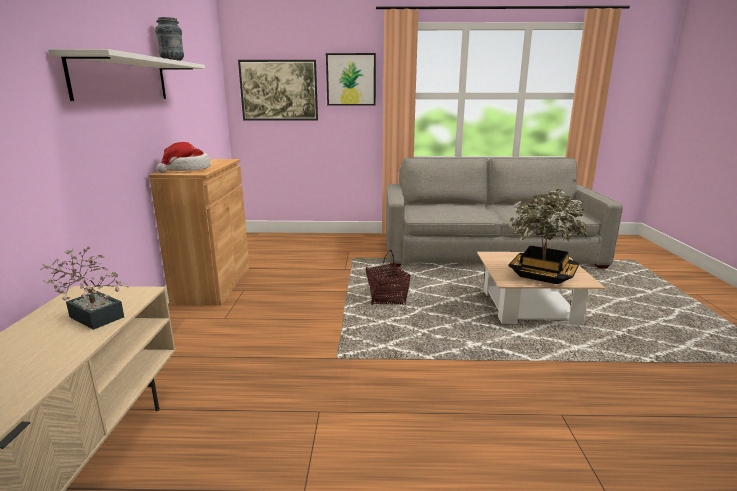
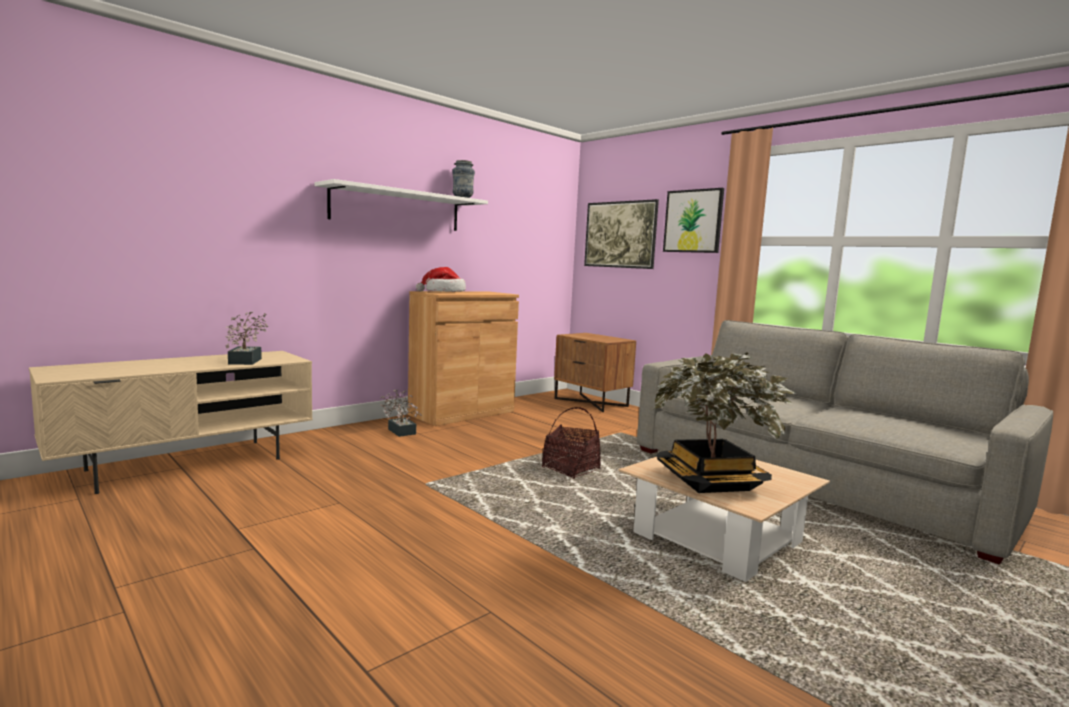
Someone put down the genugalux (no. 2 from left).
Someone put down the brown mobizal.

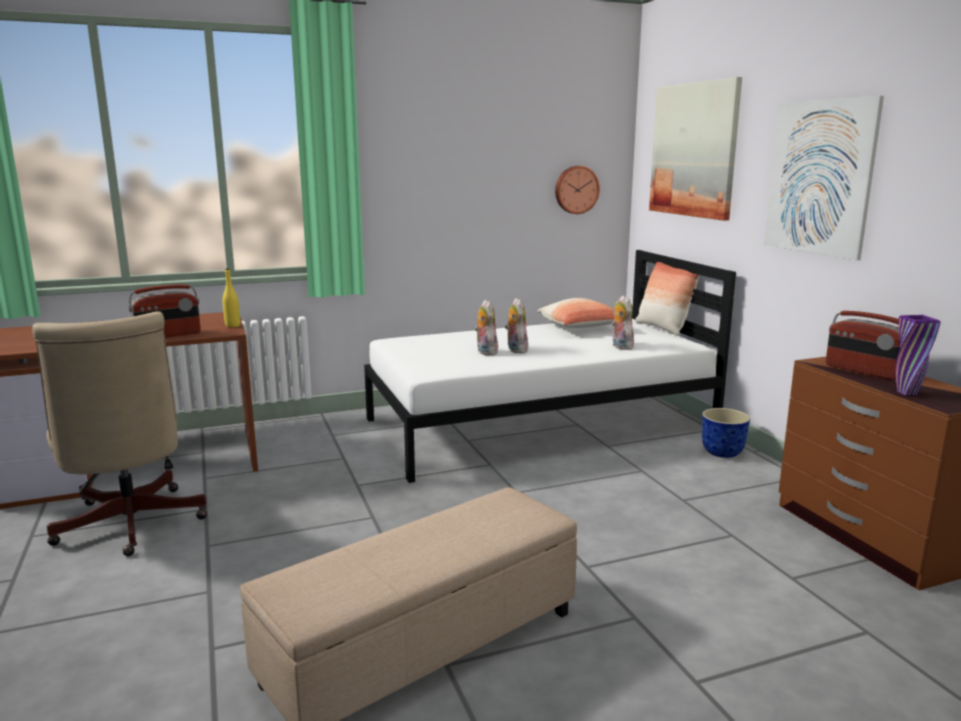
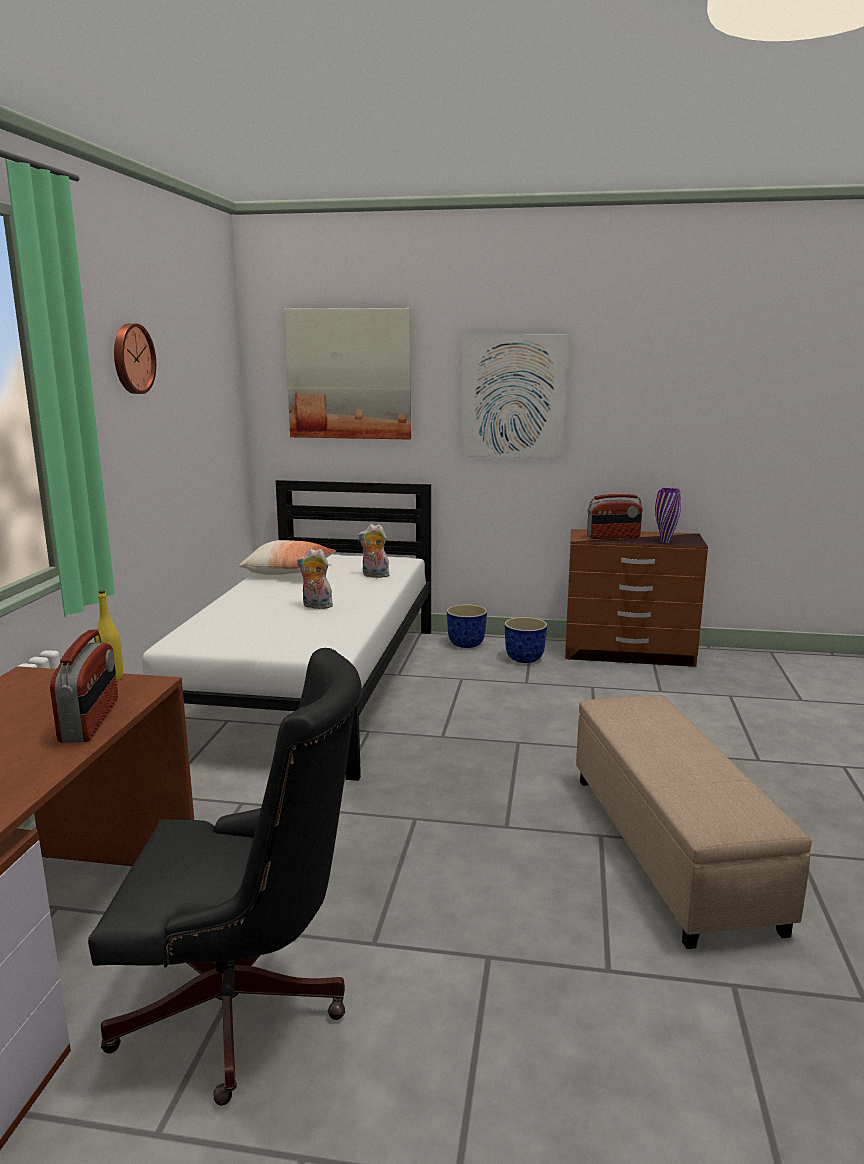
Someone repainted the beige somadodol, which became the black somadodol.
Someone carried the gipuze.
Someone put down the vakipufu (no. 2 from left).
Someone took away the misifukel (no. 1 from left).
Someone took away the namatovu (no. 2 from left).

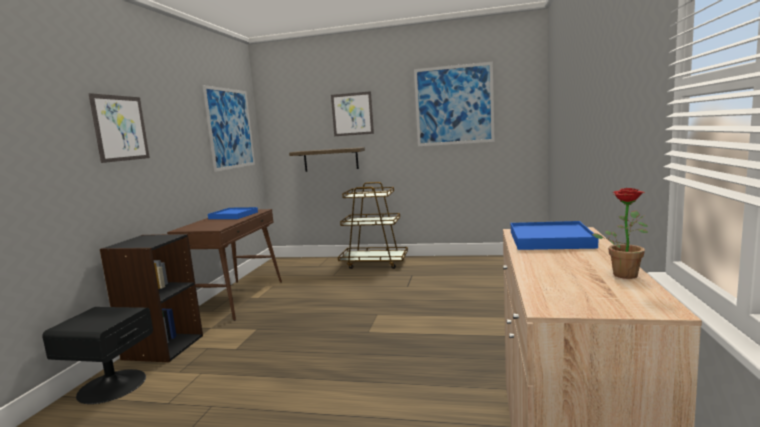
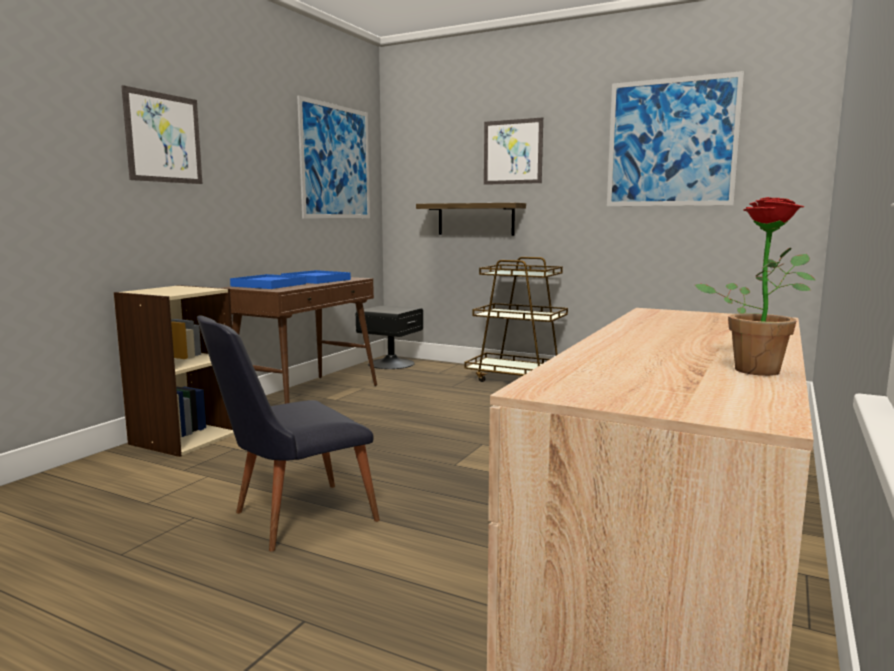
Someone repainted the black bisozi, which became the beige bisozi.
Someone put down the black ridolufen.
Someone carried the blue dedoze (no. 2 from left in the first image).
Someone carried the black mobizal.

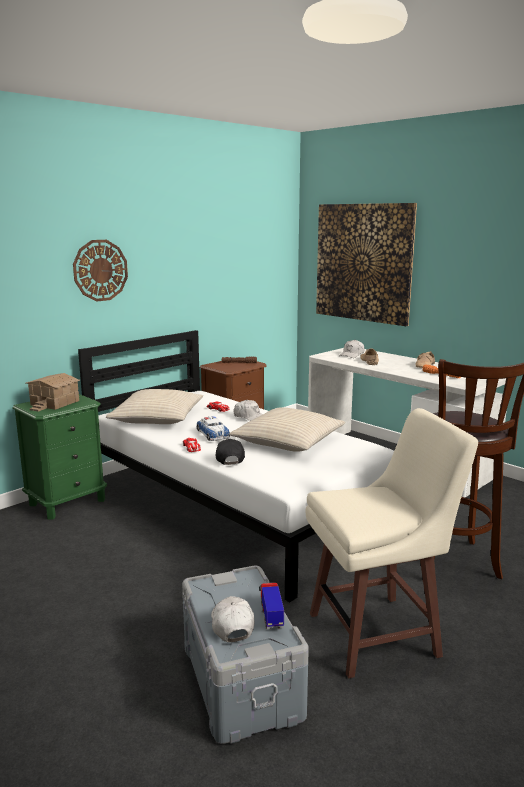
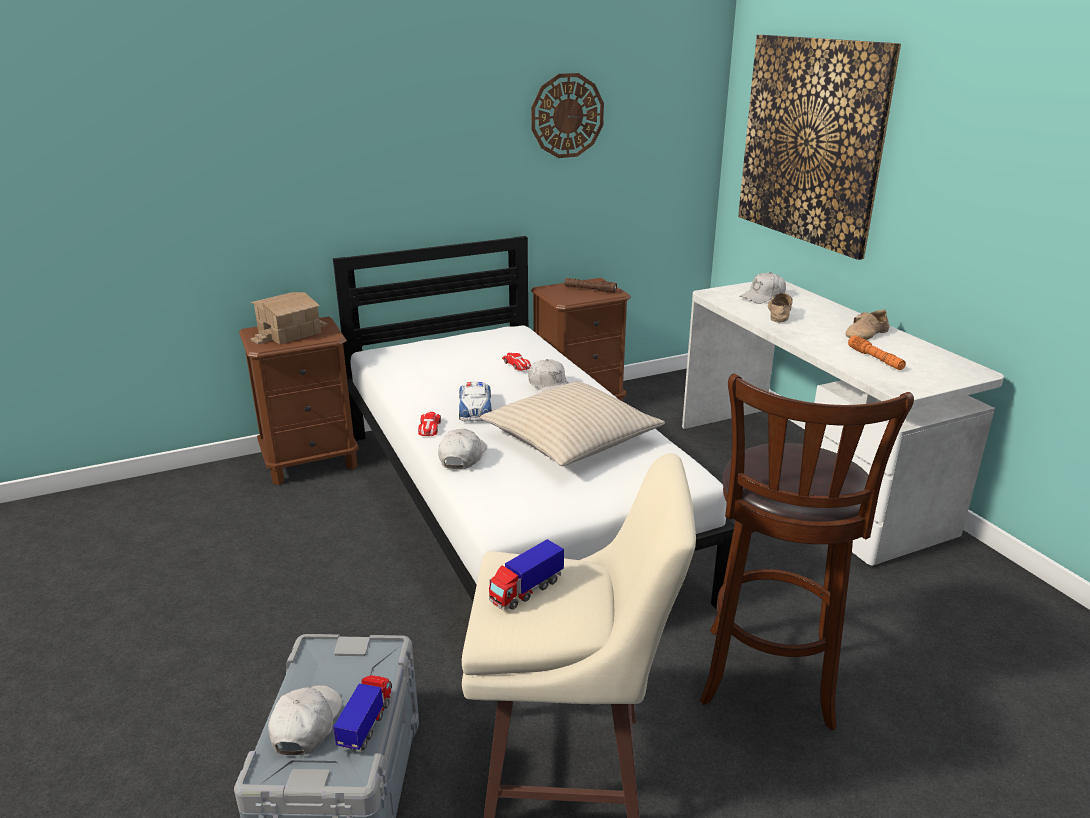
Someone repainted the green mobizal, which became the brown mobizal (no. 1 from left).
Someone repainted the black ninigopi, which became the white ninigopi (no. 2 from left).
Someone put down the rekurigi (no. 2 from left).
Someone carried the gipuze.
Someone took away the beige namatovu (no. 1 from left).

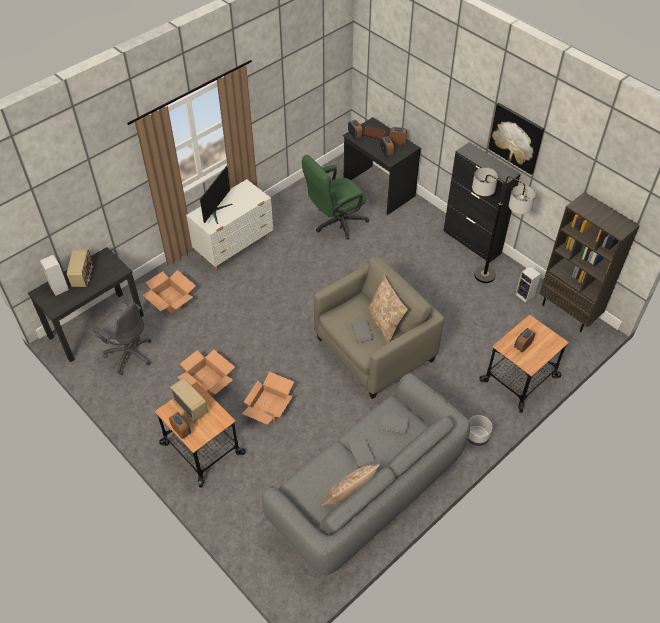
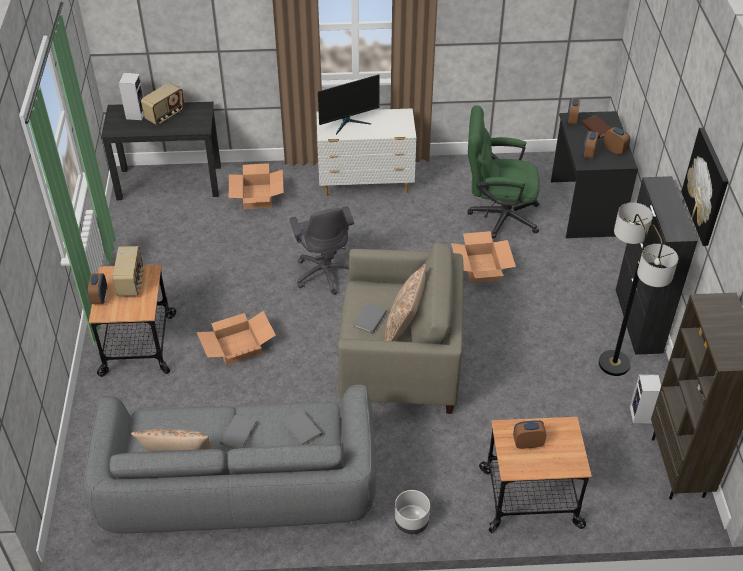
Someone carried the grey somadodol.
Someone carried the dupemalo (no. 2 from left in the first image).

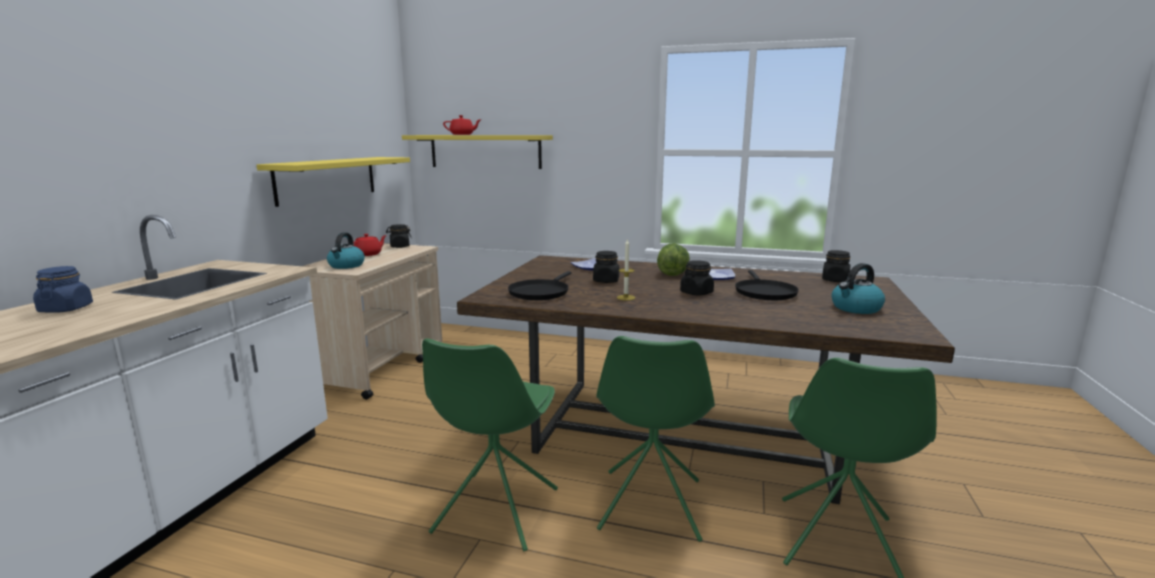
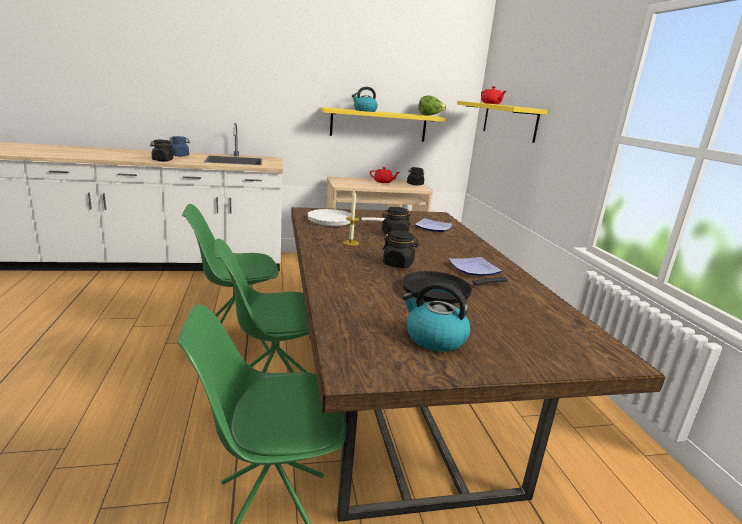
Someone carried the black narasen (no. 4 from left in the first image).
Someone repainted the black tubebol (no. 1 from left), which became the white tubebol.
Someone carried the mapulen (no. 1 from left).
Someone carried the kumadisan.

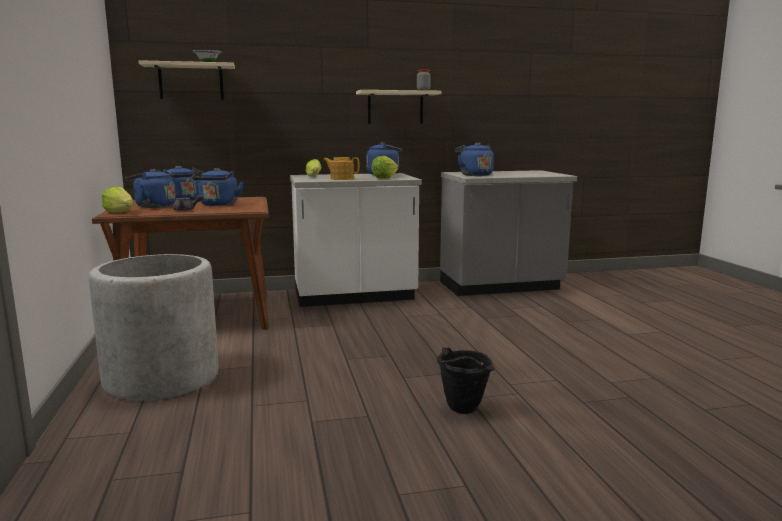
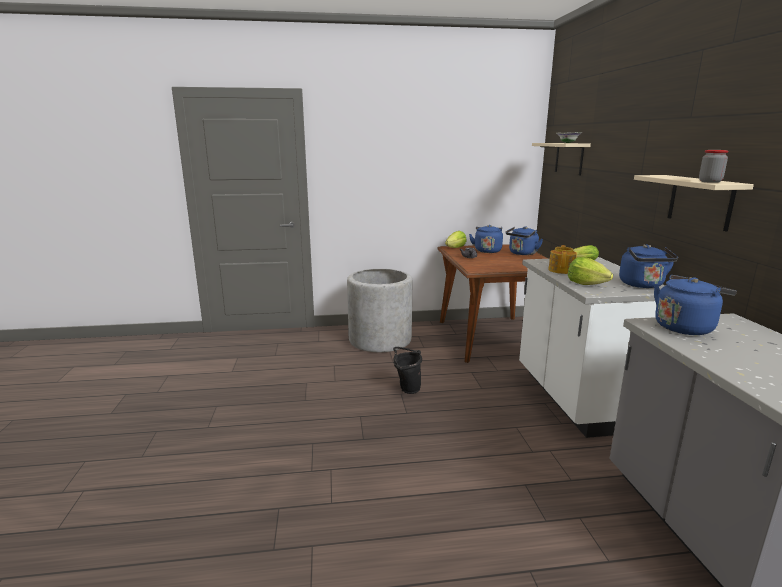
Someone carried the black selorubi.
Someone took away the blue mapulen (no. 3 from left).

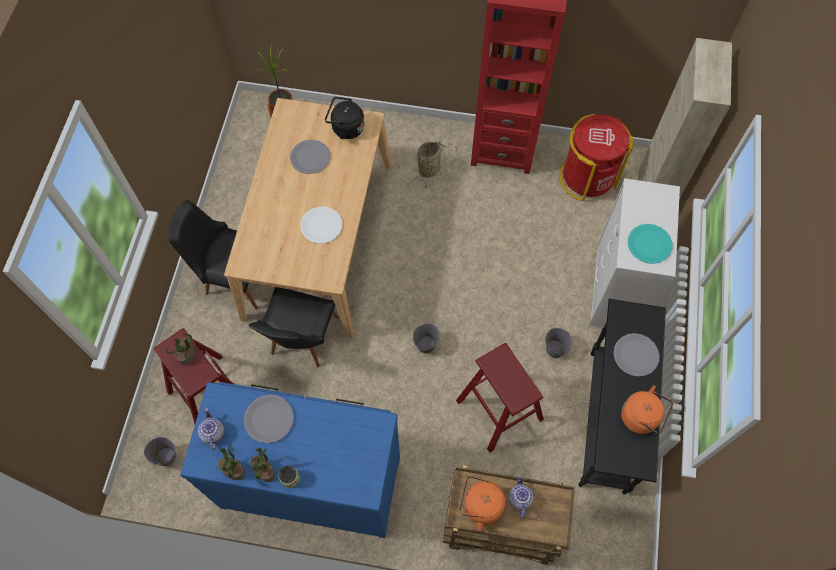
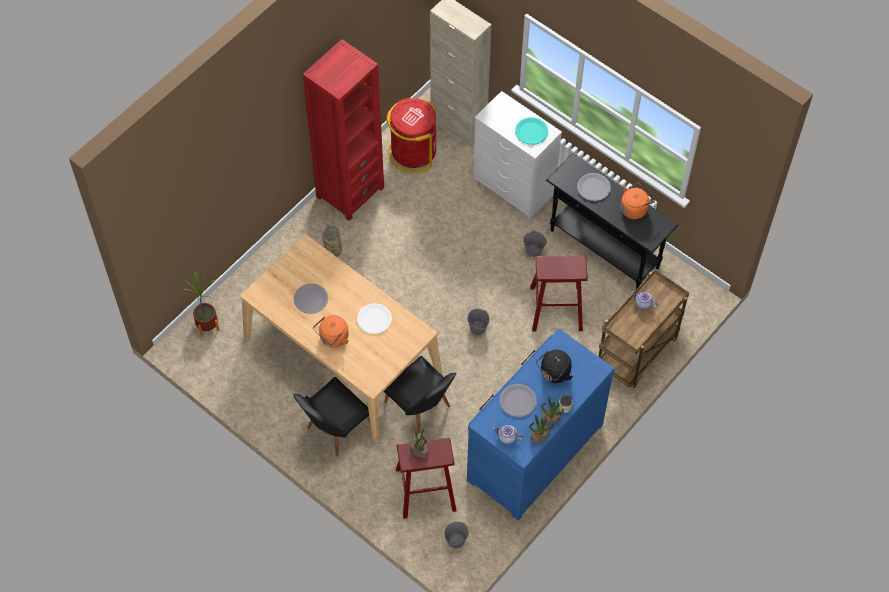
Someone carried the orange mapulen (no. 1 from left).
Someone carried the black mapulen.

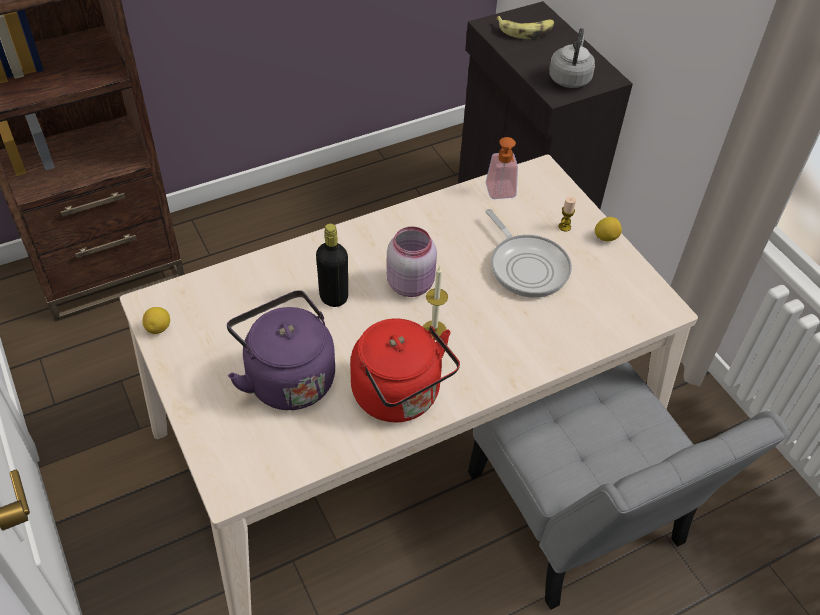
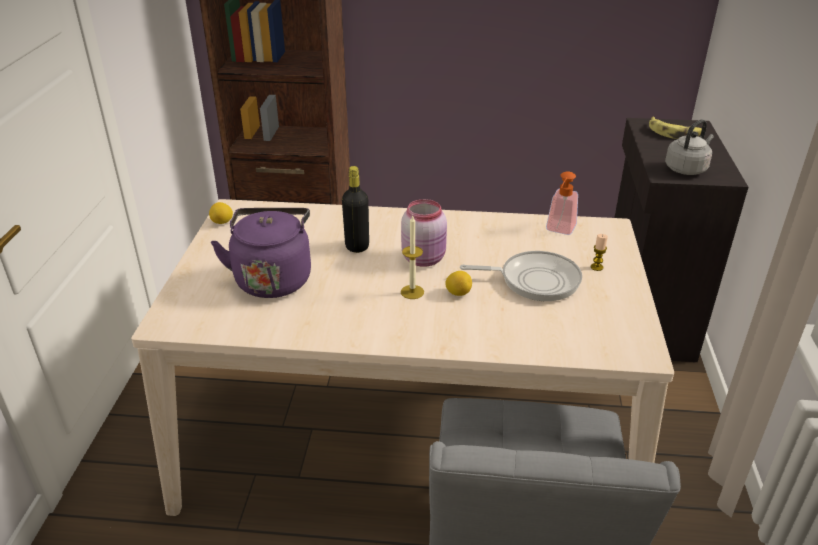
Someone carried the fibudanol (no. 2 from left).
Someone rotated the tubebol by 90 degrees counterclockwise.
Someone took away the red mapulen.

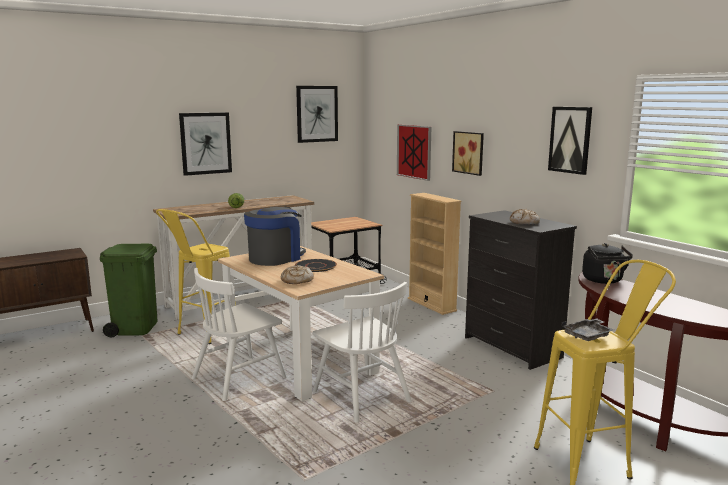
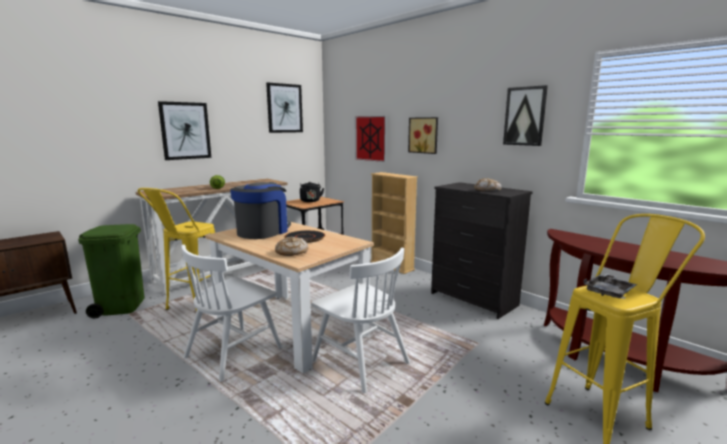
Someone carried the black mapulen.

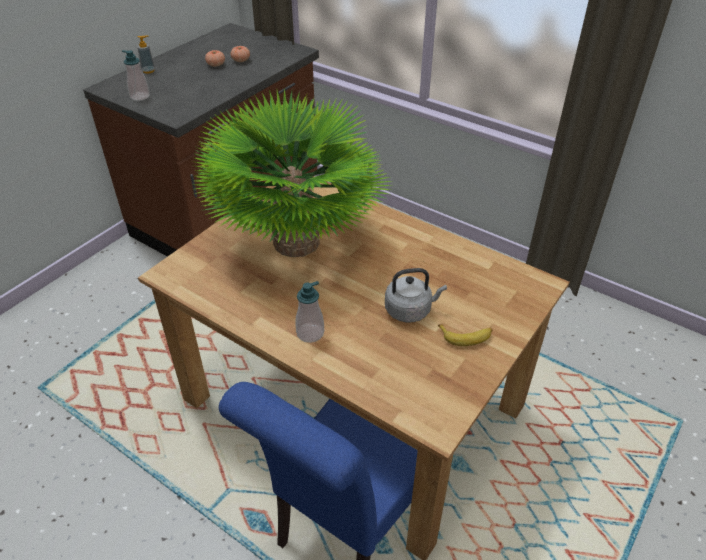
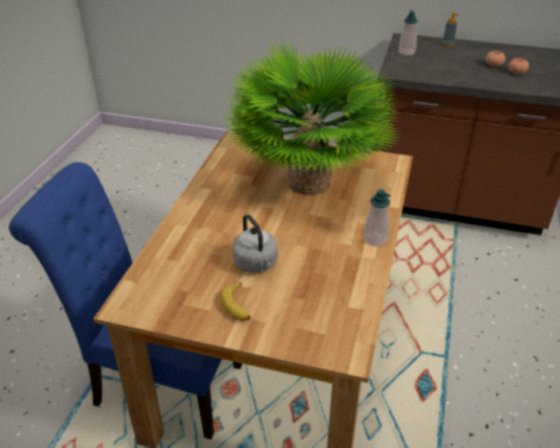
Someone carried the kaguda (no. 3 from left in the first image).

